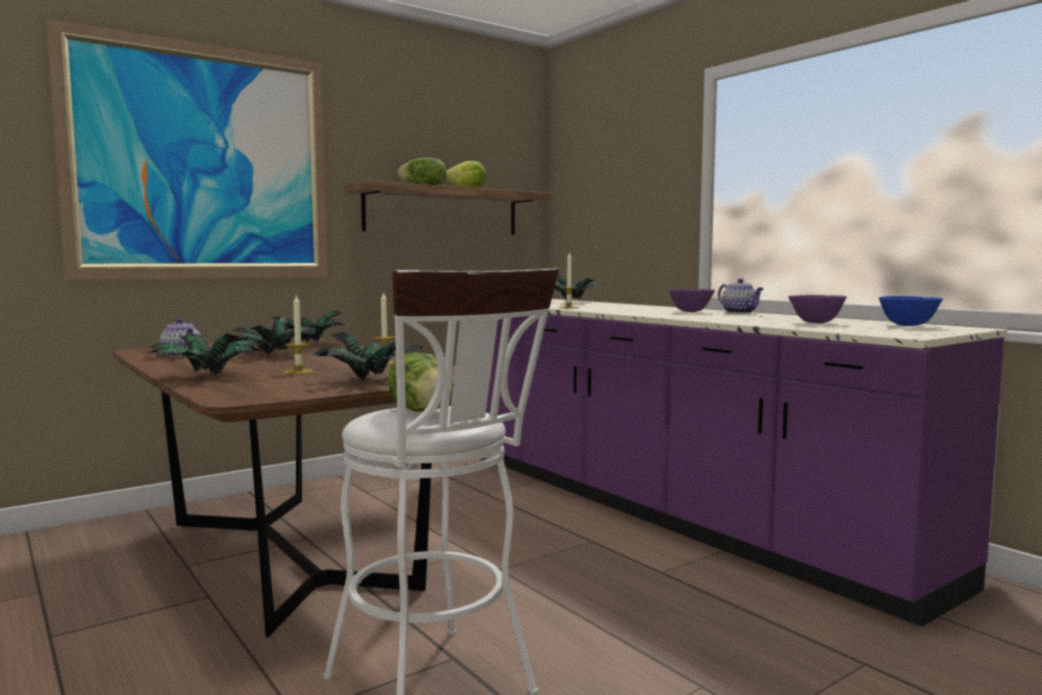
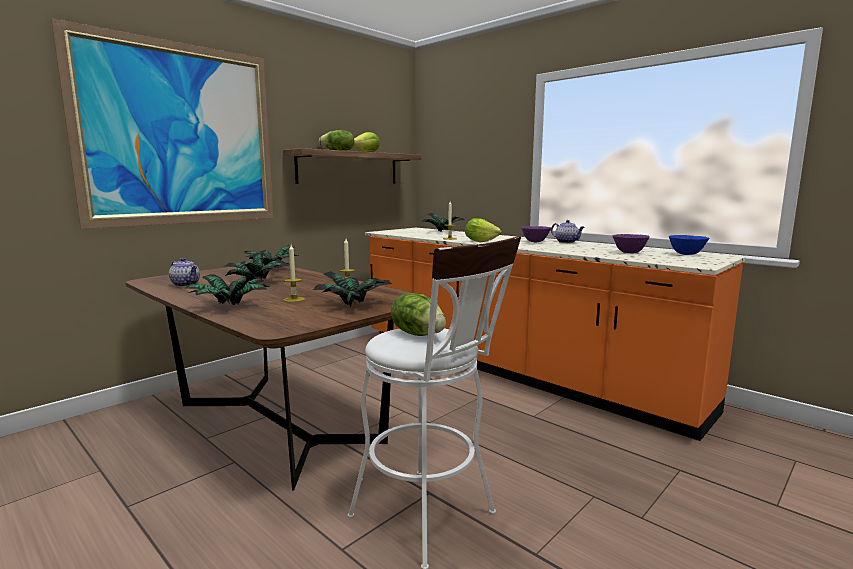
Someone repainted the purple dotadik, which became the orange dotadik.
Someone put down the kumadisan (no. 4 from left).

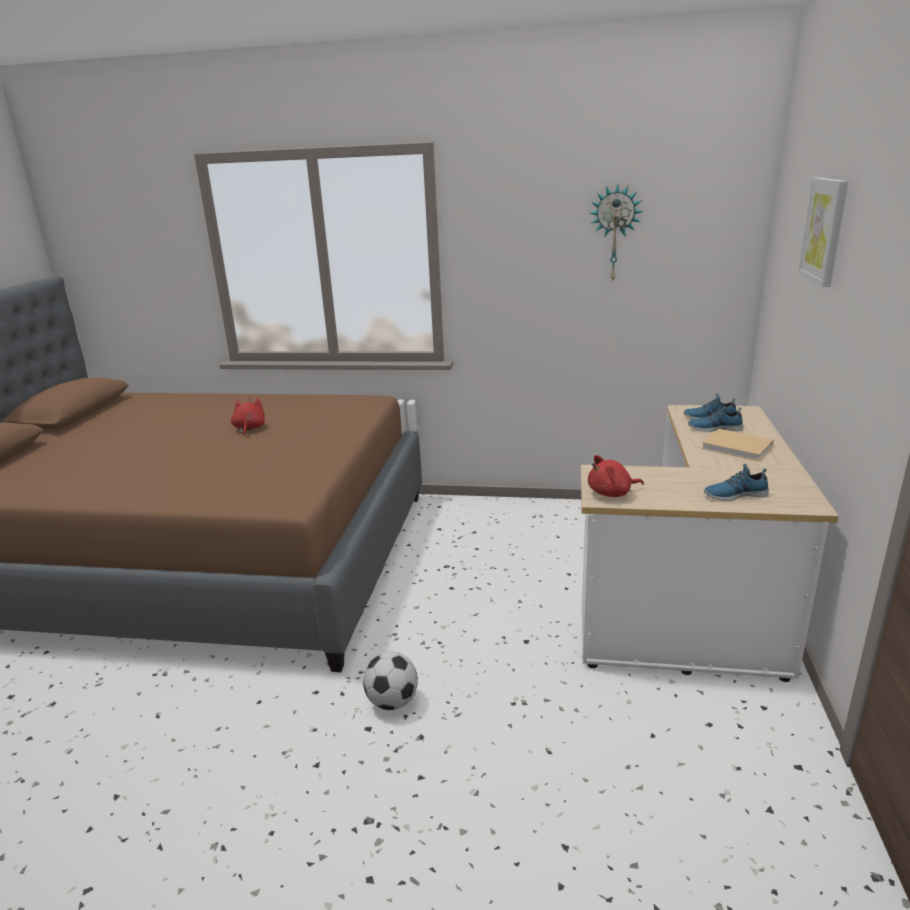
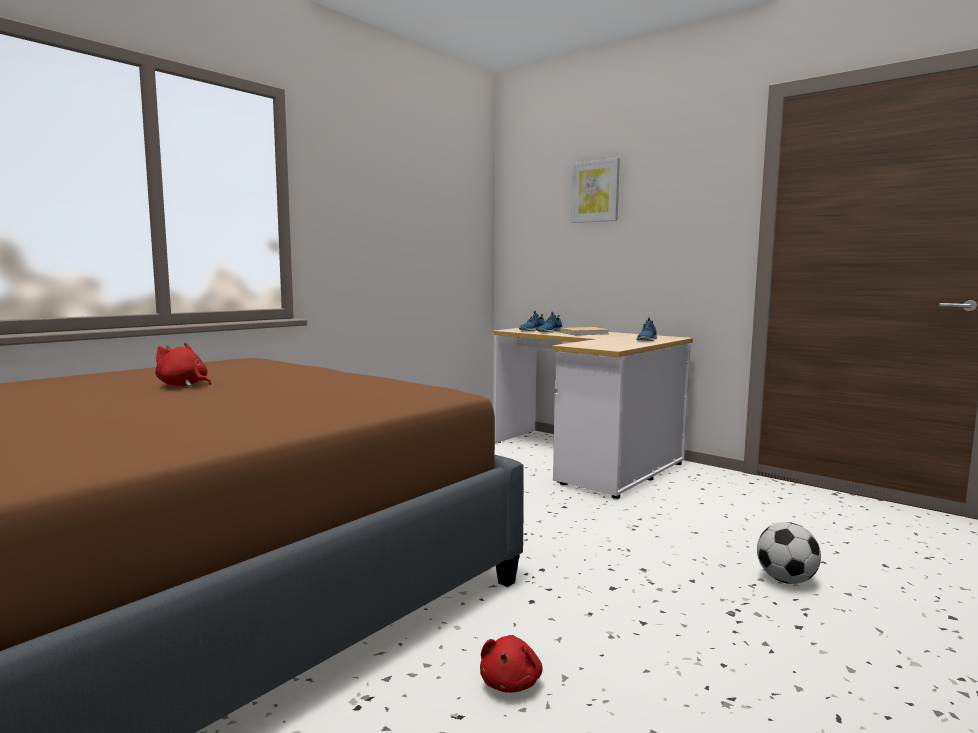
Someone carried the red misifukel (no. 2 from left).
Someone carried the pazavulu.
Someone took away the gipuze.

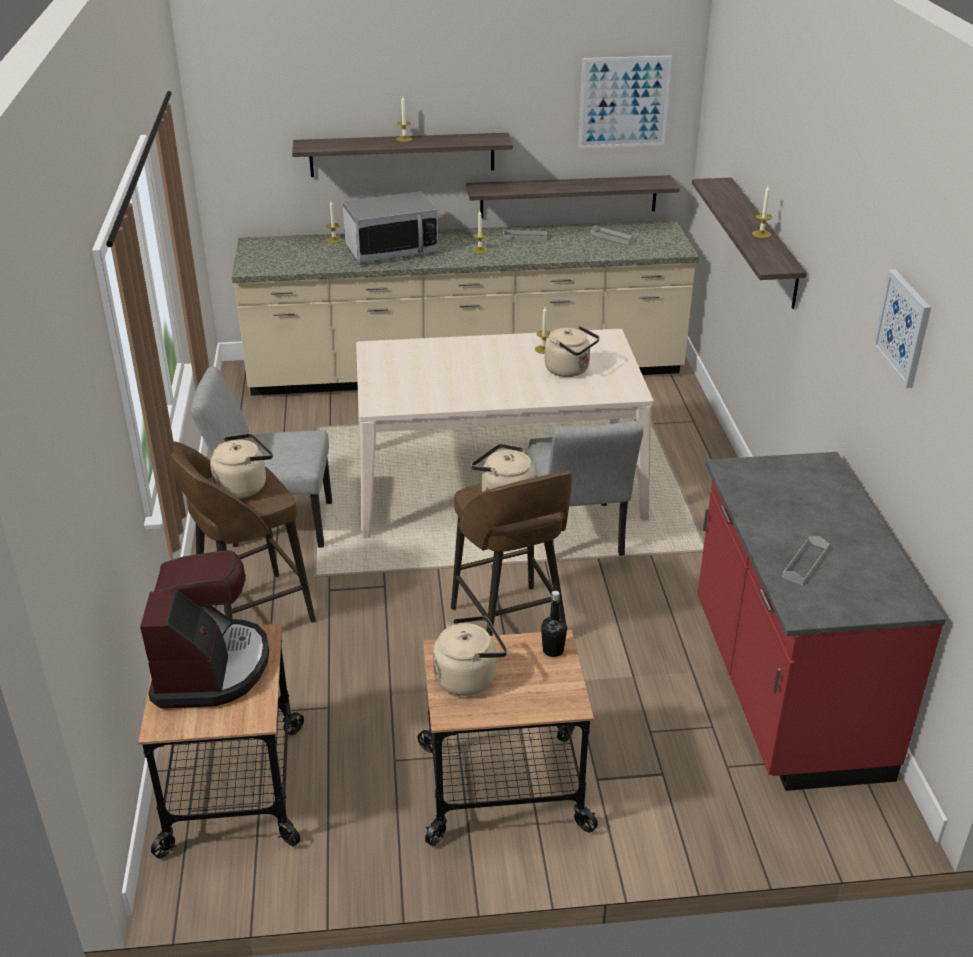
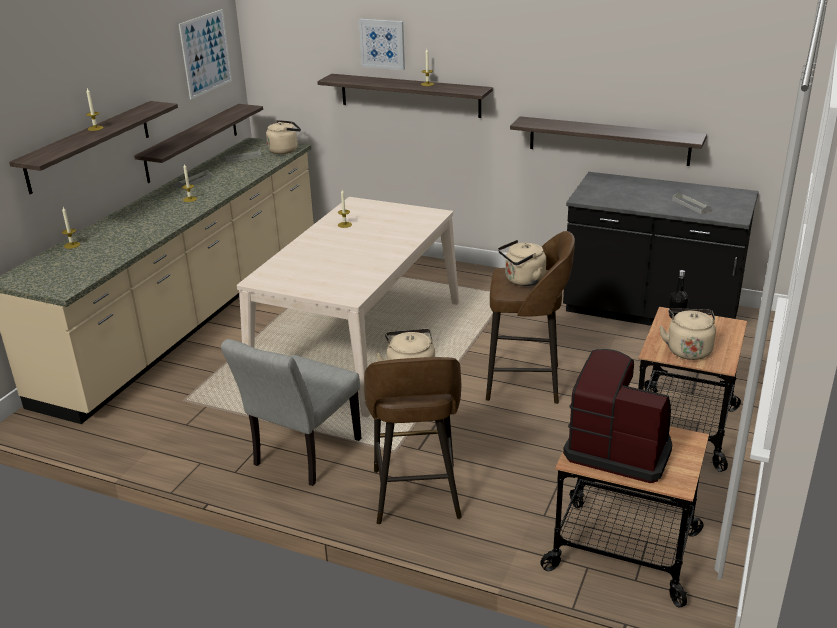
Someone carried the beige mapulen (no. 4 from left in the first image).
Someone carried the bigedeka (no. 2 from left).
Someone put up the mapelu (no. 4 from left).
Someone repainted the red dotadik, which became the black dotadik.
Someone took away the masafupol.
Someone took away the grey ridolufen (no. 2 from left).

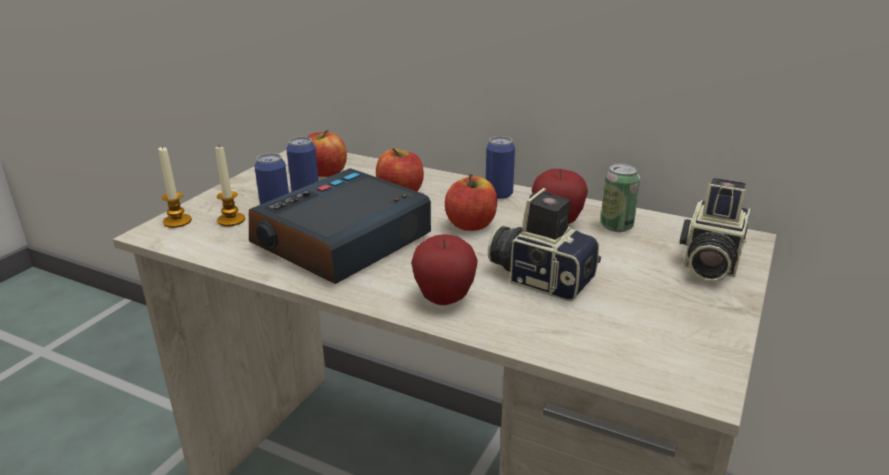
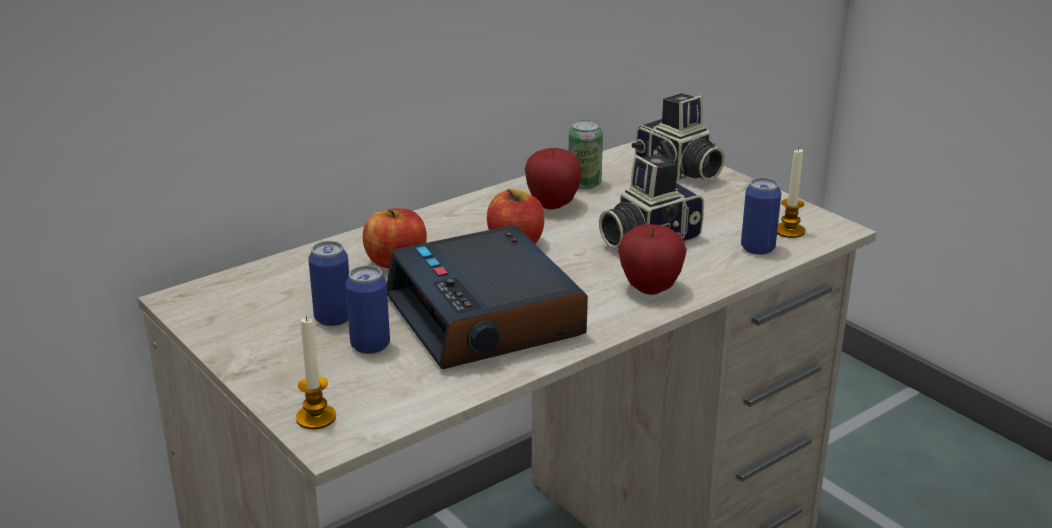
Someone carried the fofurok (no. 3 from left in the first image).
Someone carried the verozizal (no. 2 from left).
Someone took away the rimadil (no. 1 from left).

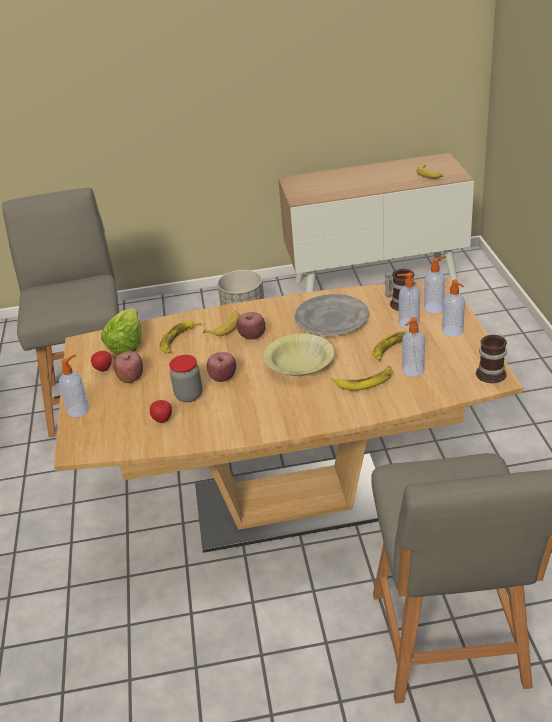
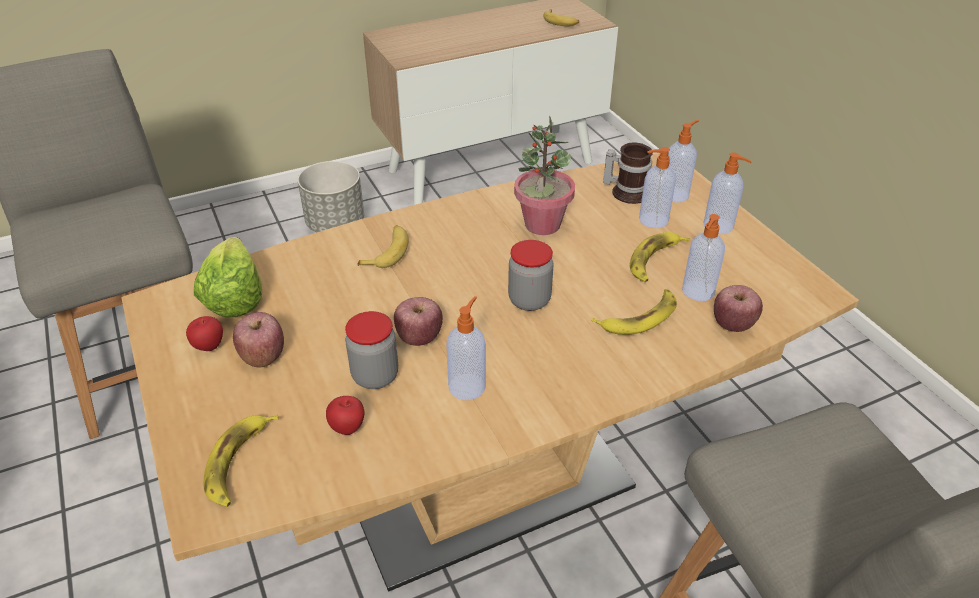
Someone carried the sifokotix (no. 1 from left).
Someone carried the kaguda (no. 1 from left).
Someone swapped the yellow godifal for the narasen (no. 2 from left).
Someone swapped the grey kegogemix for the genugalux.
Someone carried the rimadil (no. 5 from left).
Someone took away the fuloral (no. 2 from left).

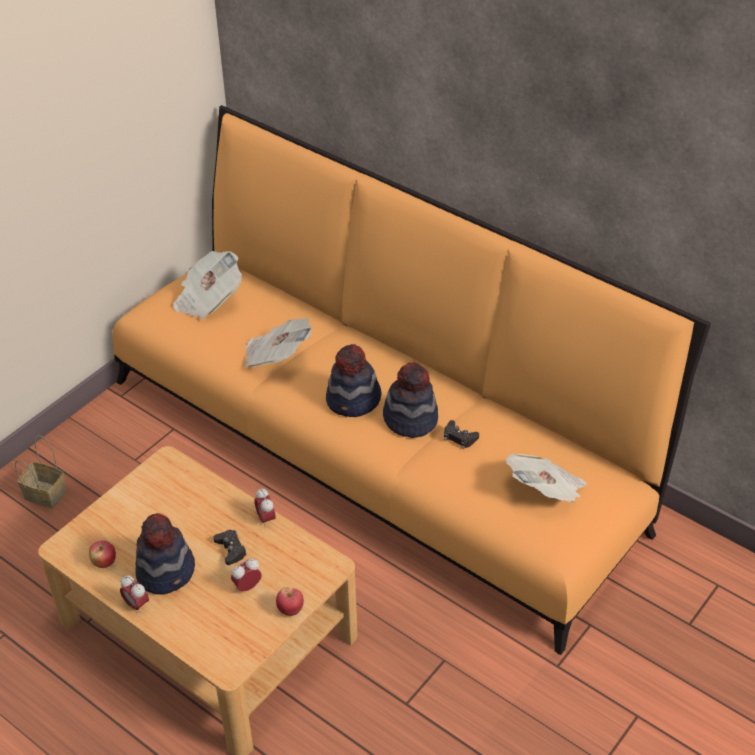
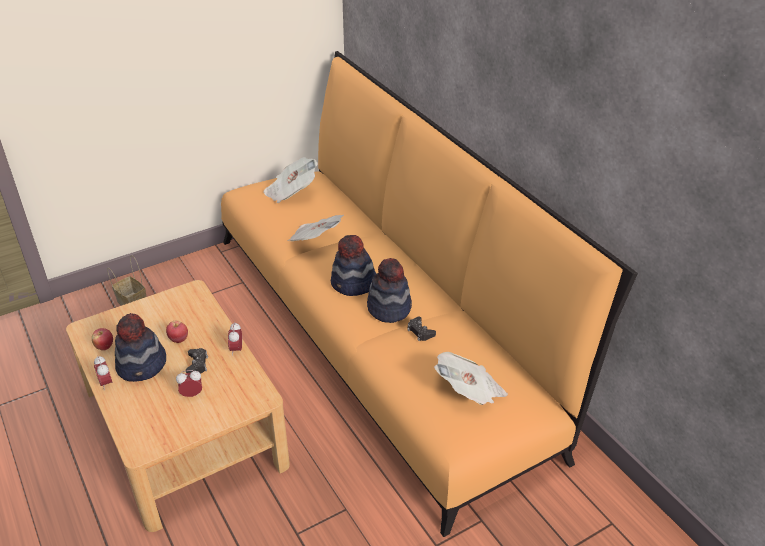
Someone carried the rimadil (no. 2 from left).

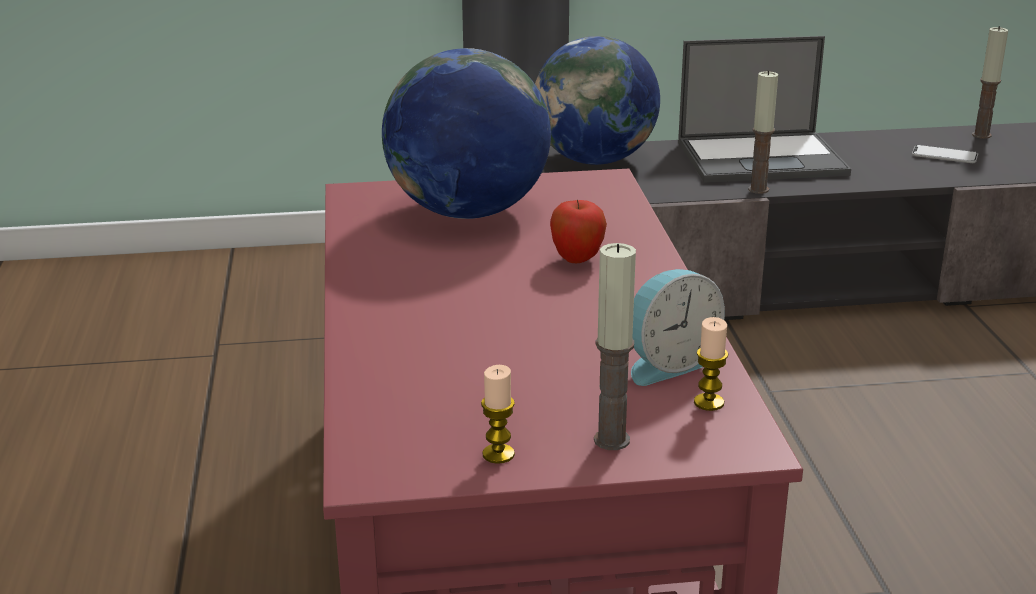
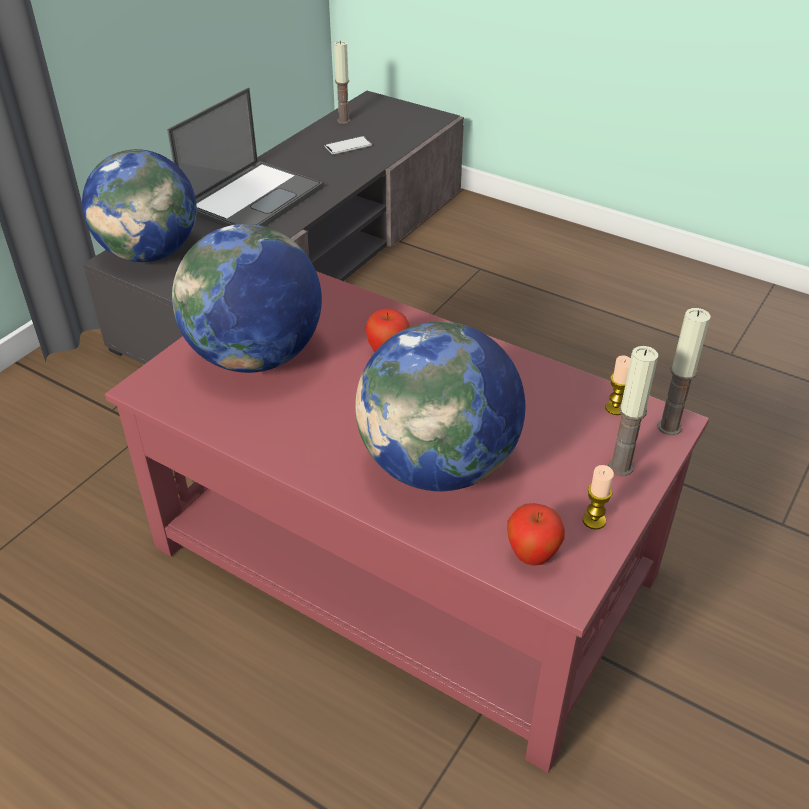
Someone put down the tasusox (no. 3 from left).
Someone put down the rimadil (no. 2 from left).
Someone carried the verozizal (no. 4 from left in the first image).
Someone took away the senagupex.

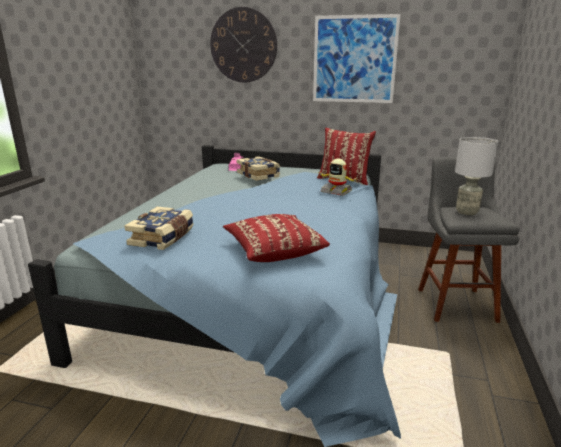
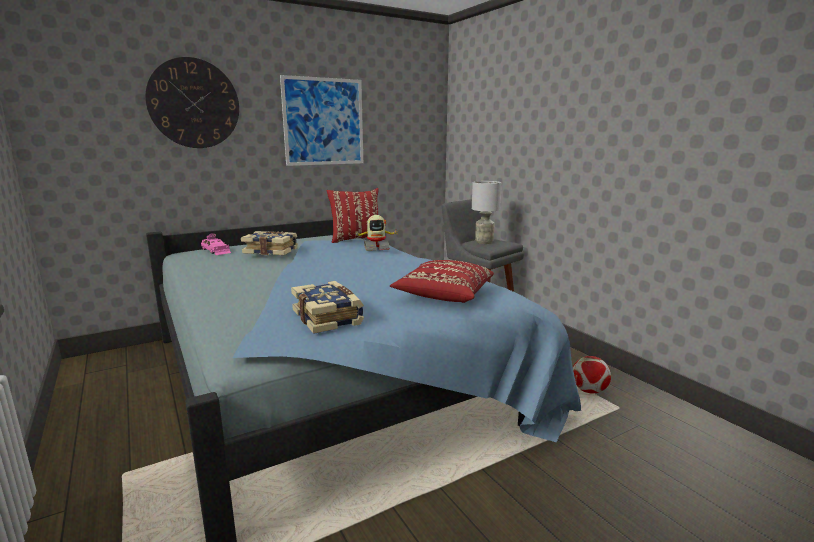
Someone put down the pazavulu.

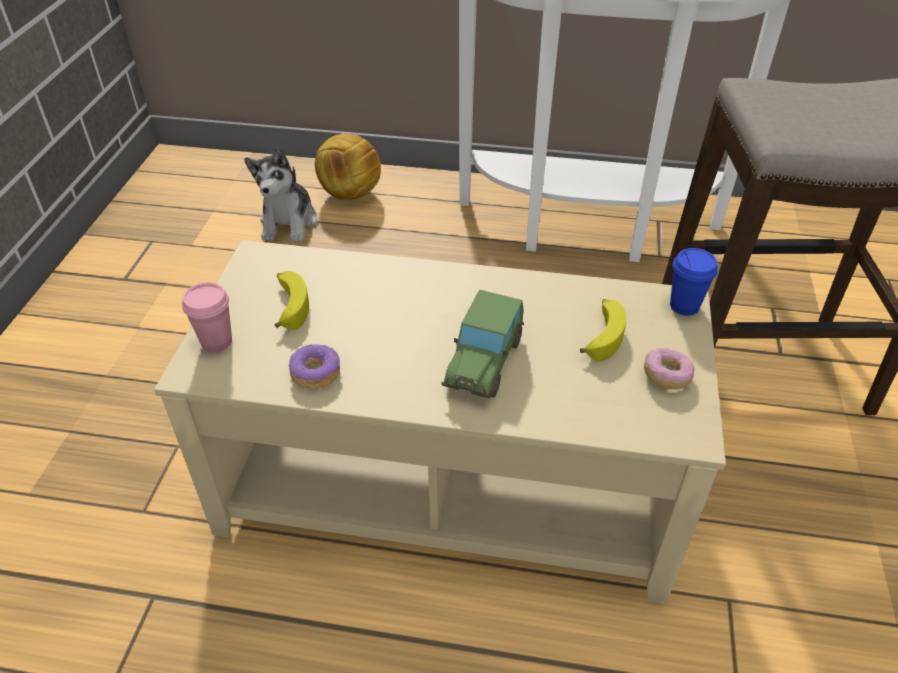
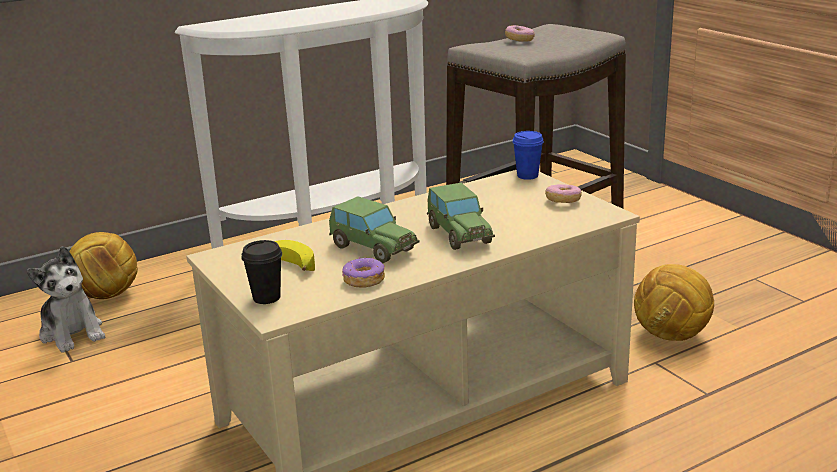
Someone repainted the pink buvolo, which became the black buvolo.
Someone put down the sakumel (no. 1 from left).
Someone put down the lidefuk (no. 2 from left).
Someone put down the pazavulu (no. 2 from left).
Someone took away the sifokotix (no. 2 from left).

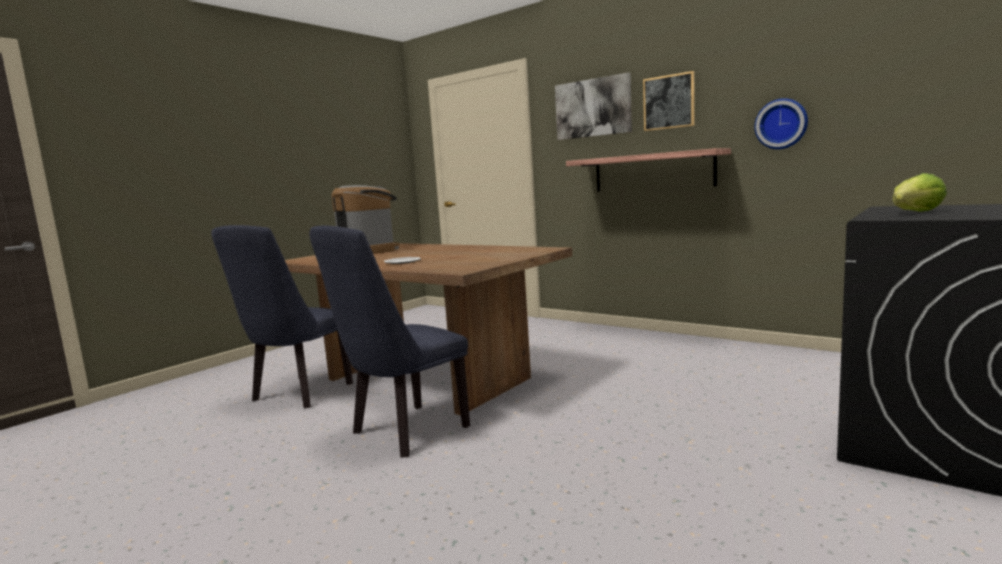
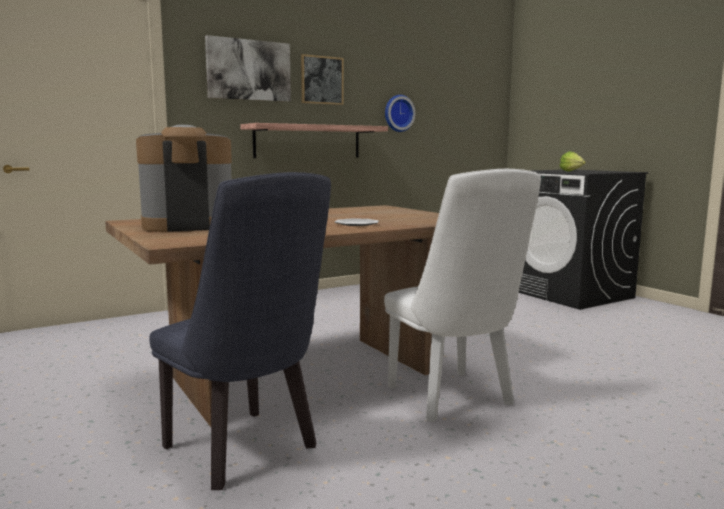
Someone repainted the blue ridolufen (no. 2 from left), which became the white ridolufen.

